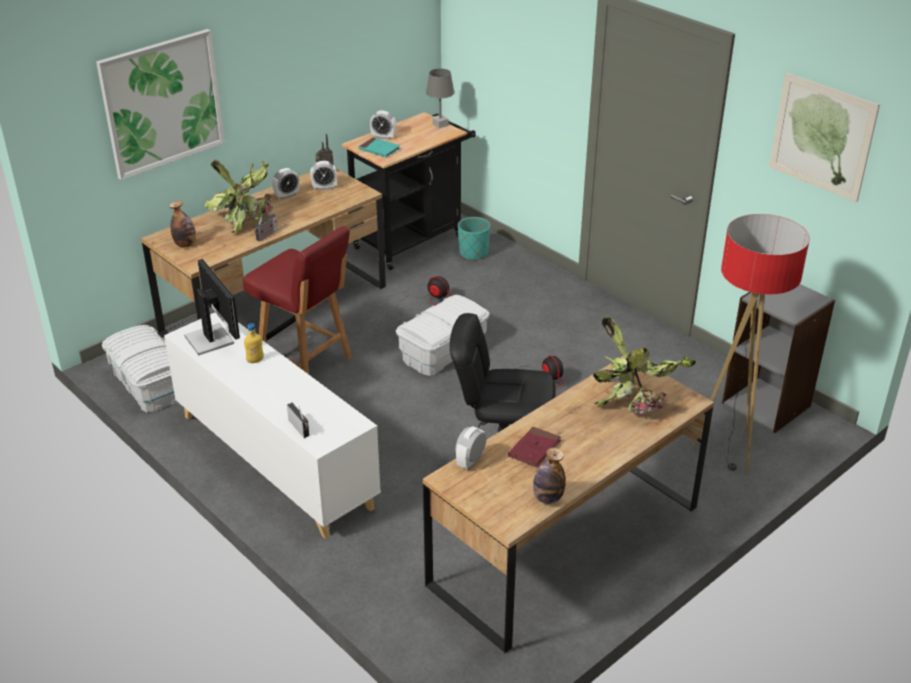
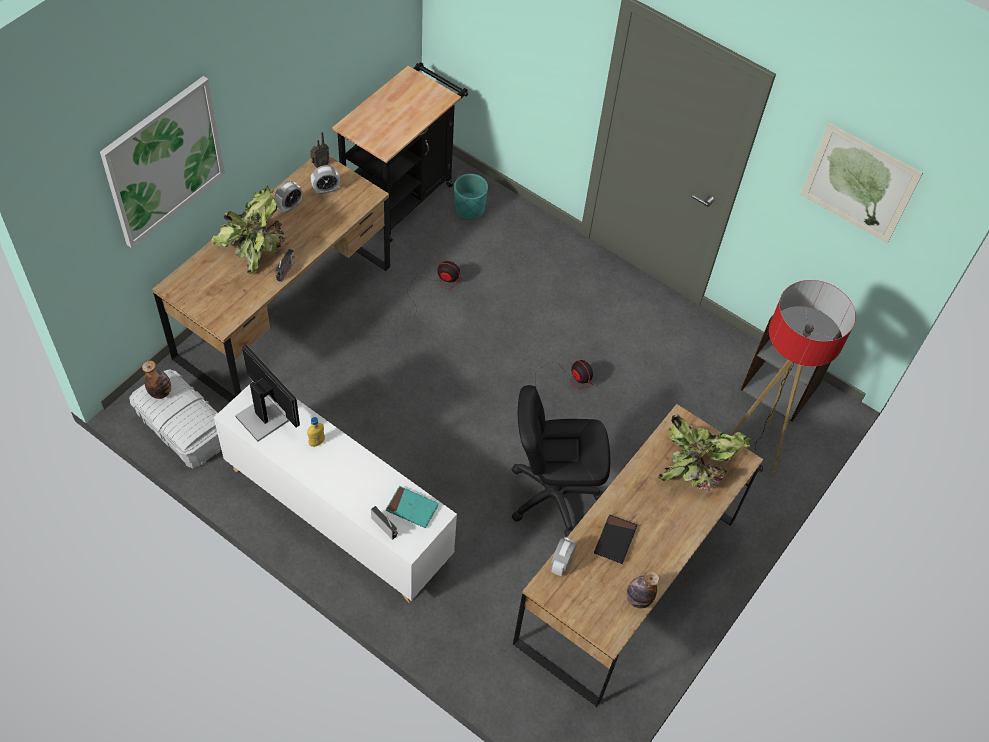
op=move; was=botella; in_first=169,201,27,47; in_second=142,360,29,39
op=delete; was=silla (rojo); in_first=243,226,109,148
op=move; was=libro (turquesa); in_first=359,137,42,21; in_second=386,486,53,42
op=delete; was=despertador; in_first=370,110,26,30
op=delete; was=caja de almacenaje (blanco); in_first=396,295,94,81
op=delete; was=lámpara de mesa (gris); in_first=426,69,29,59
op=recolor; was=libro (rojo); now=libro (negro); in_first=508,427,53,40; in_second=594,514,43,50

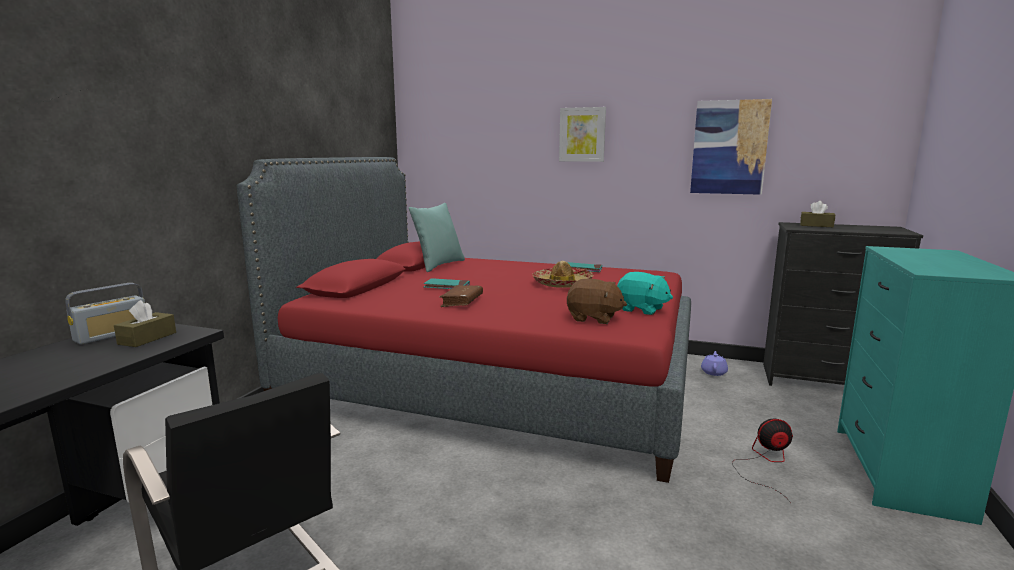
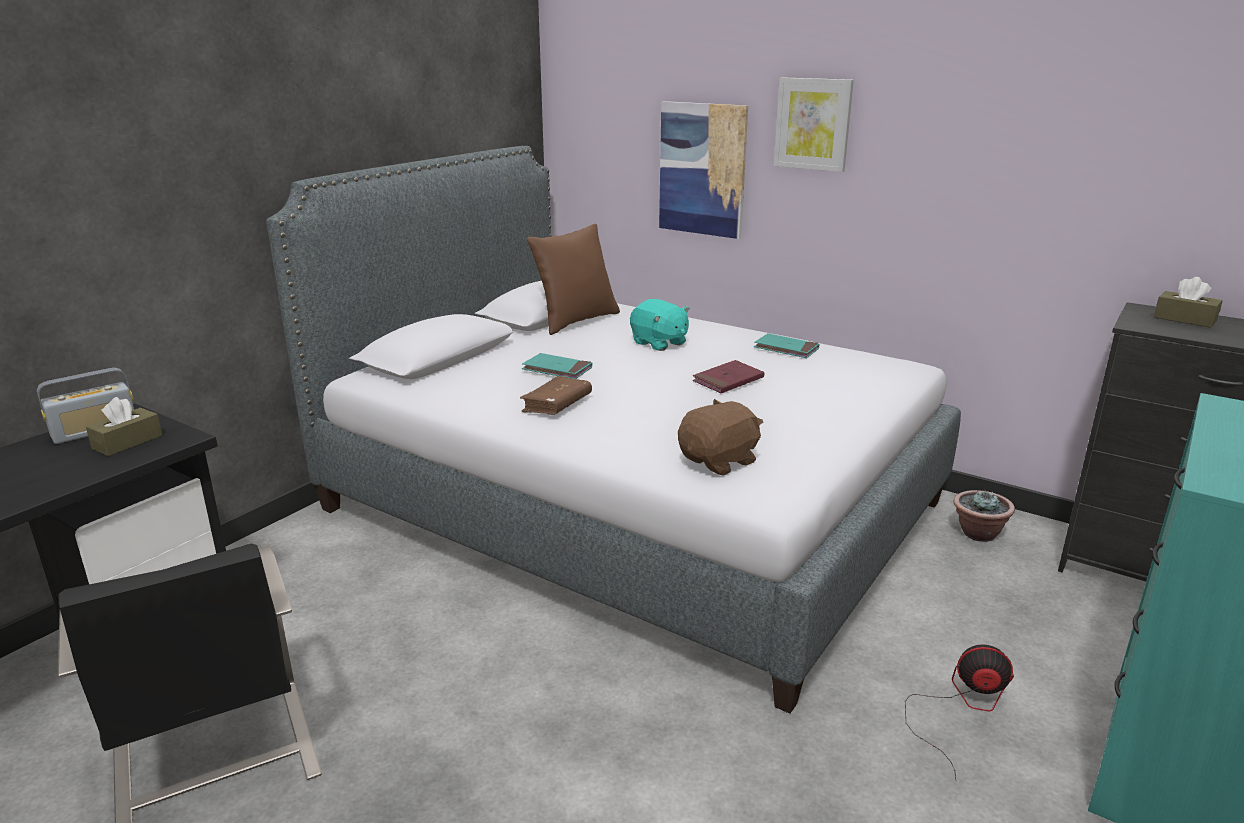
op=recolor; was=cama (rojo); now=cama (gris); in_first=237,157,454,326; in_second=266,146,695,568
op=recolor; was=cojín (turquesa); now=cojín (marrón); in_first=409,203,56,69; in_second=527,224,93,111
op=replace; was=sombrero; now=libro (rojo); in_first=532,261,62,27; in_second=692,360,72,33
op=rotate; was=peluche (marrón); in_first=567,279,60,45; in_second=678,399,86,77; clockwise=-75
op=move; was=peluche (turquesa); in_first=617,272,56,43; in_second=630,299,60,52
op=move; was=cuadro; in_first=690,99,82,96; in_second=659,101,89,138
op=replace; was=tetera (morado); now=planta en maceta; in_first=701,351,27,25; in_second=954,490,61,52

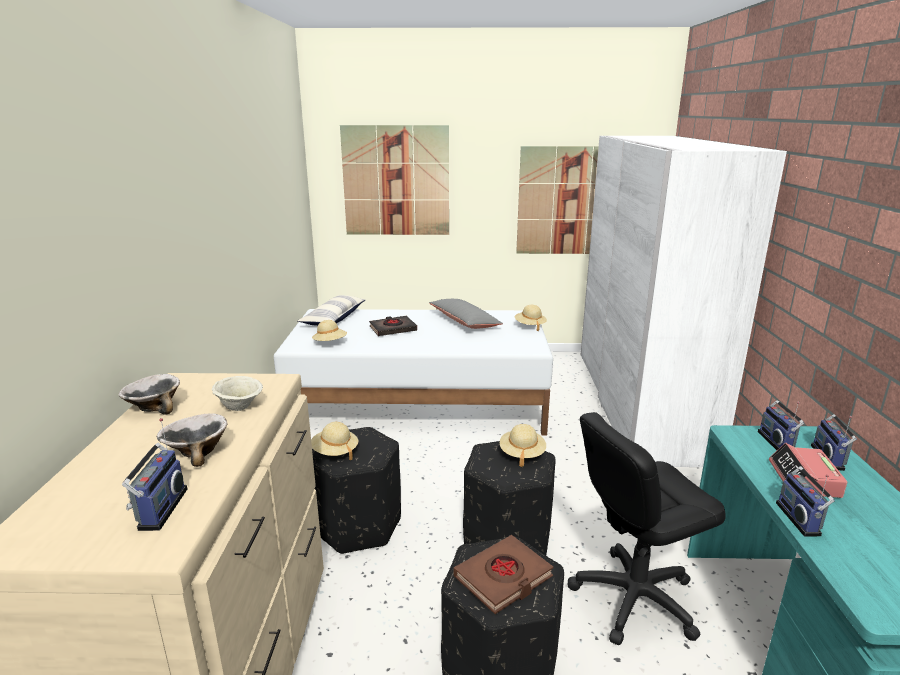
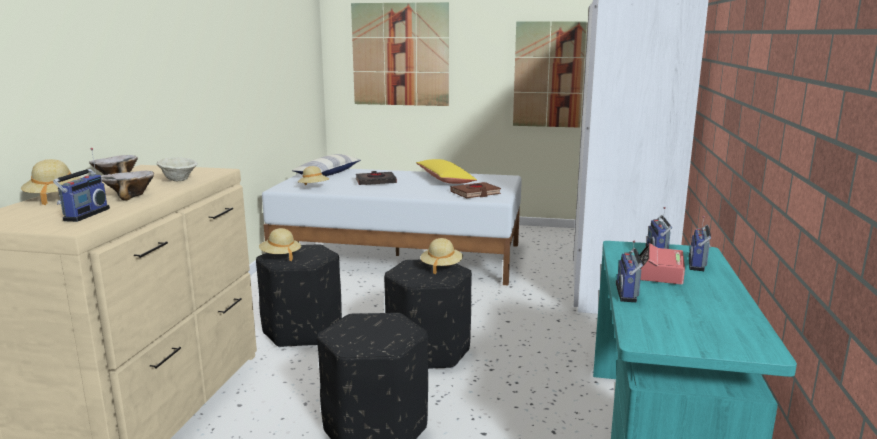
op=recolor; was=cojín (gris); now=cojín (amarillo); in_first=429,299,74,30; in_second=416,159,61,25
op=move; was=libro (marrón); in_first=454,535,100,79; in_second=451,182,50,16
op=move; was=sombrero (beis); in_first=515,305,32,26; in_second=21,159,61,46
op=delete; was=silla de oficina (negro); in_first=568,412,158,234

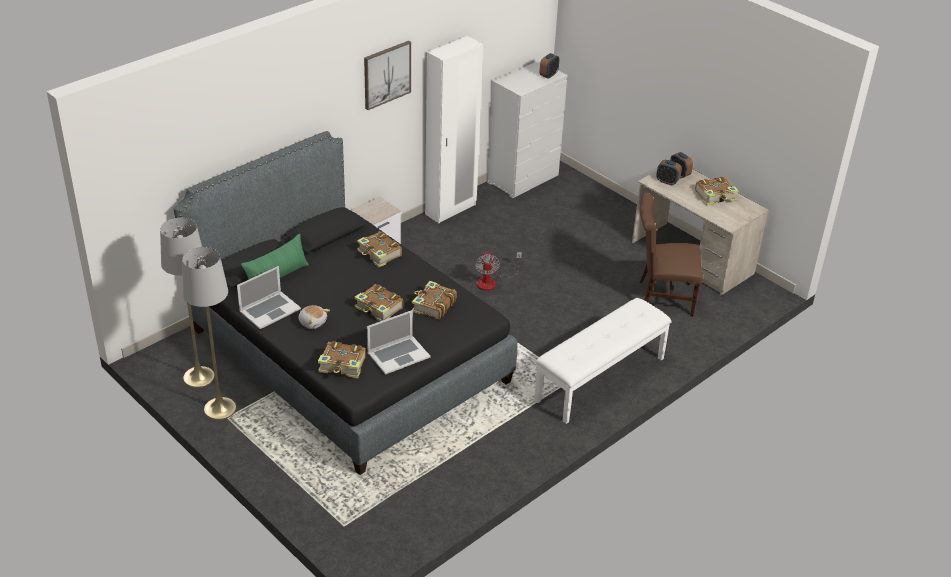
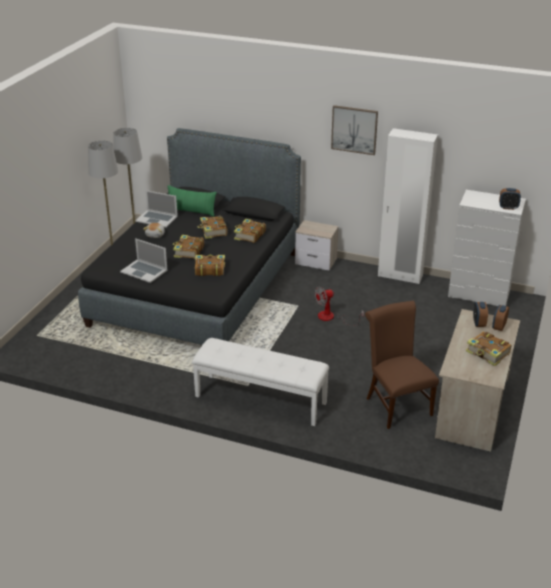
op=move; was=libro; in_first=318,341,48,38; in_second=198,216,30,23

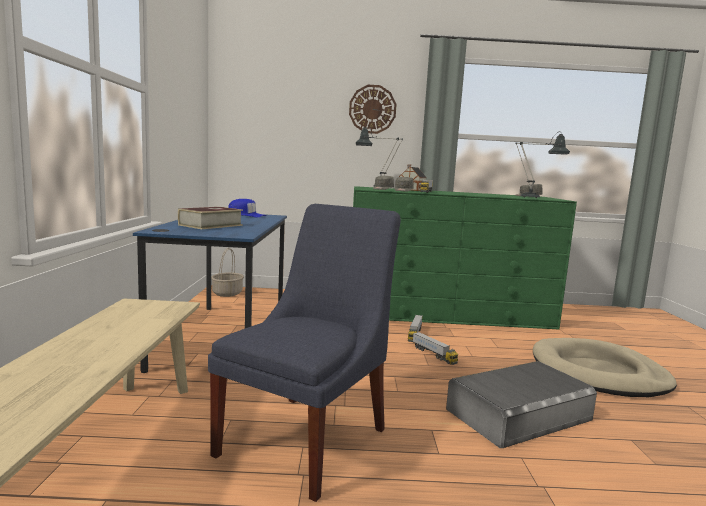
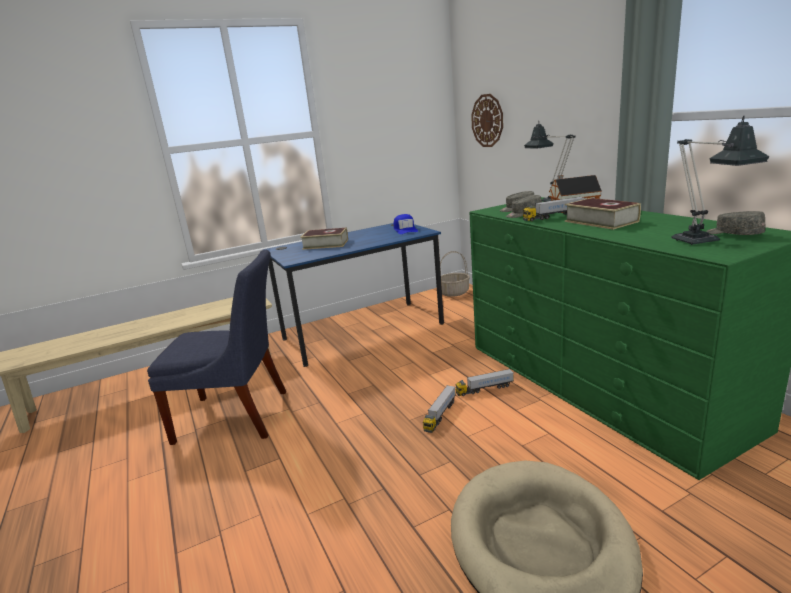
op=move; was=reloj de pared; in_first=349,85,47,49; in_second=471,94,32,53
op=delete; was=caja de almacenaje (gris); in_first=446,361,151,87
op=insert; now=libro; in_second=564,198,77,32

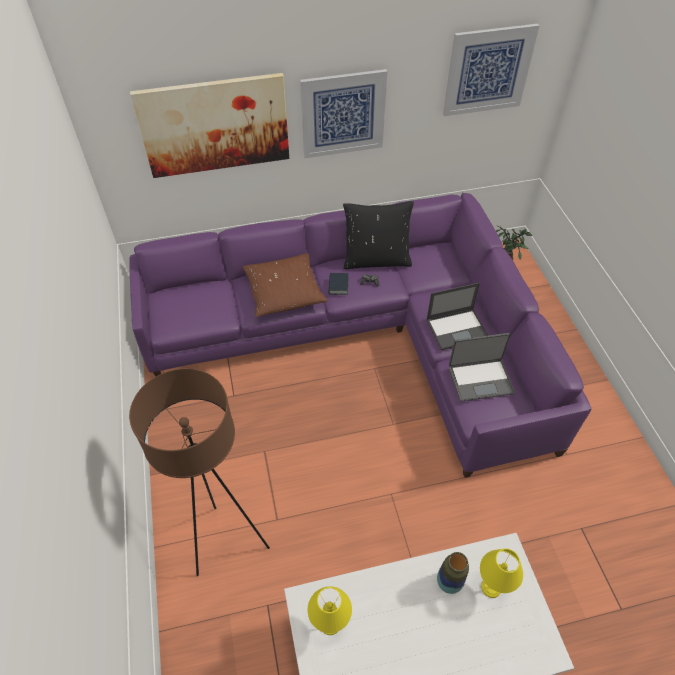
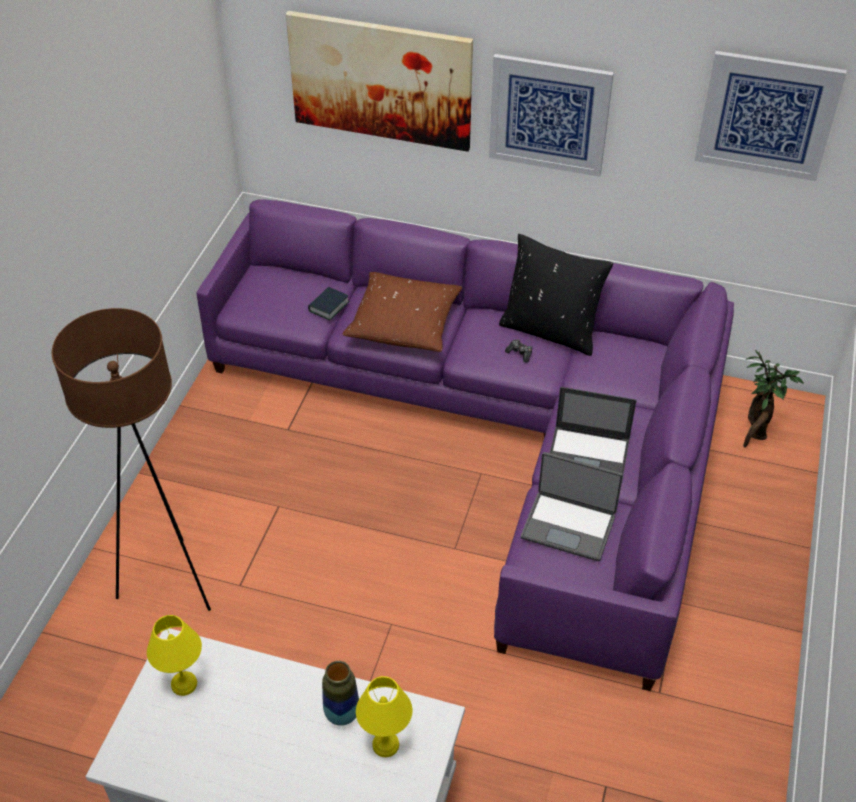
op=move; was=libro; in_first=329,273,20,22; in_second=308,287,42,33

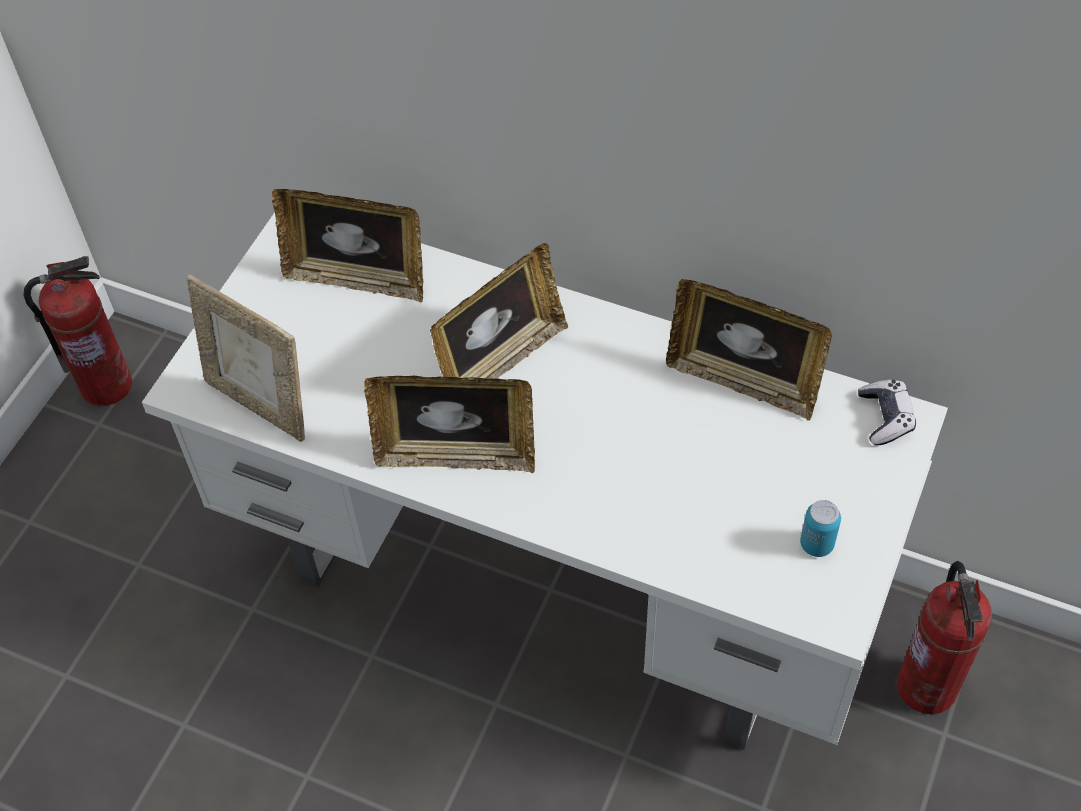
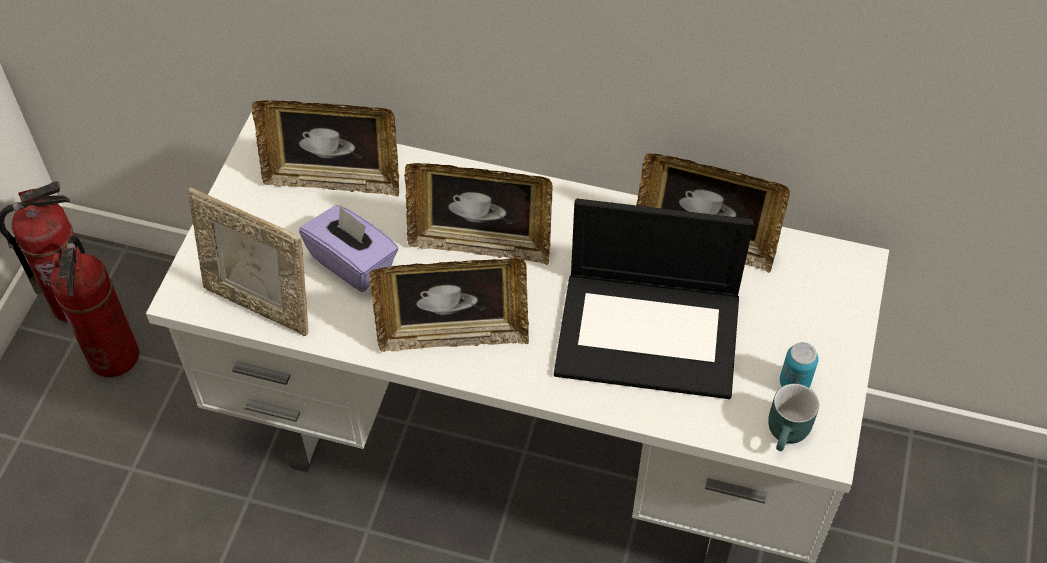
op=rotate; was=portarretratos; in_first=430,243,138,136; in_second=404,163,149,102; clockwise=60
op=delete; was=mando de consola; in_first=858,380,58,65
op=move; was=extintor; in_first=897,561,95,153; in_second=50,236,89,141
op=insert; now=caja de pañuelos (morado); in_second=299,205,100,87
op=insert; now=portátil; in_second=554,199,200,200
op=insert; now=taza grande (turquesa); in_second=768,383,51,68

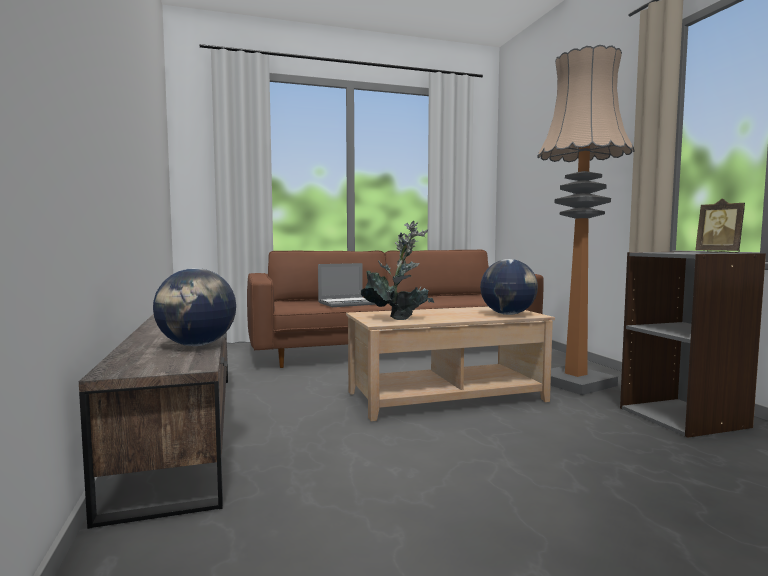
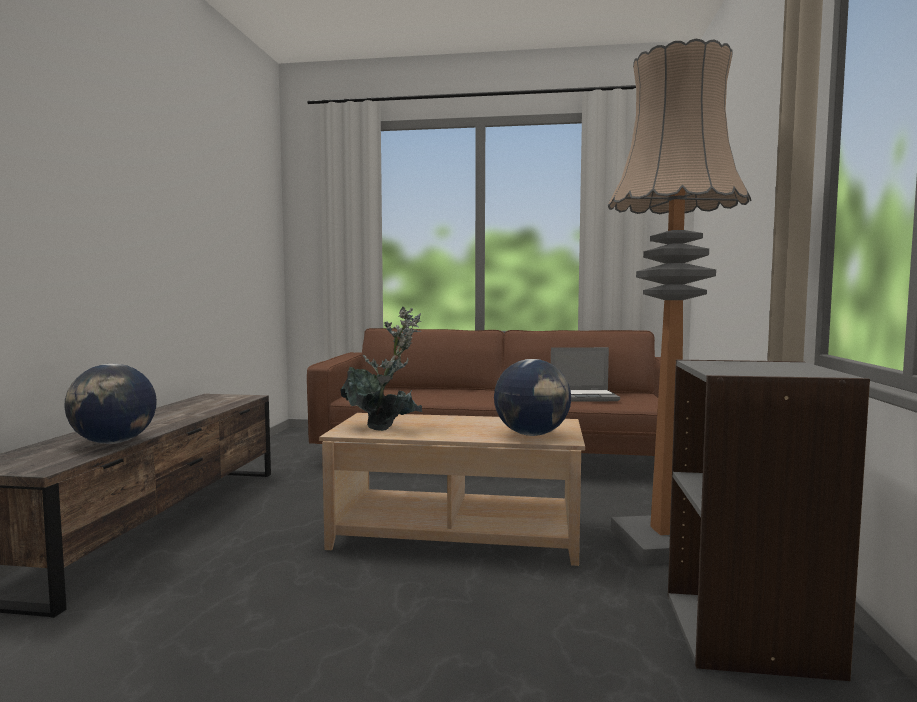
op=move; was=portátil; in_first=318,263,57,44; in_second=551,347,69,55
op=delete; was=portarretratos; in_first=695,198,50,55

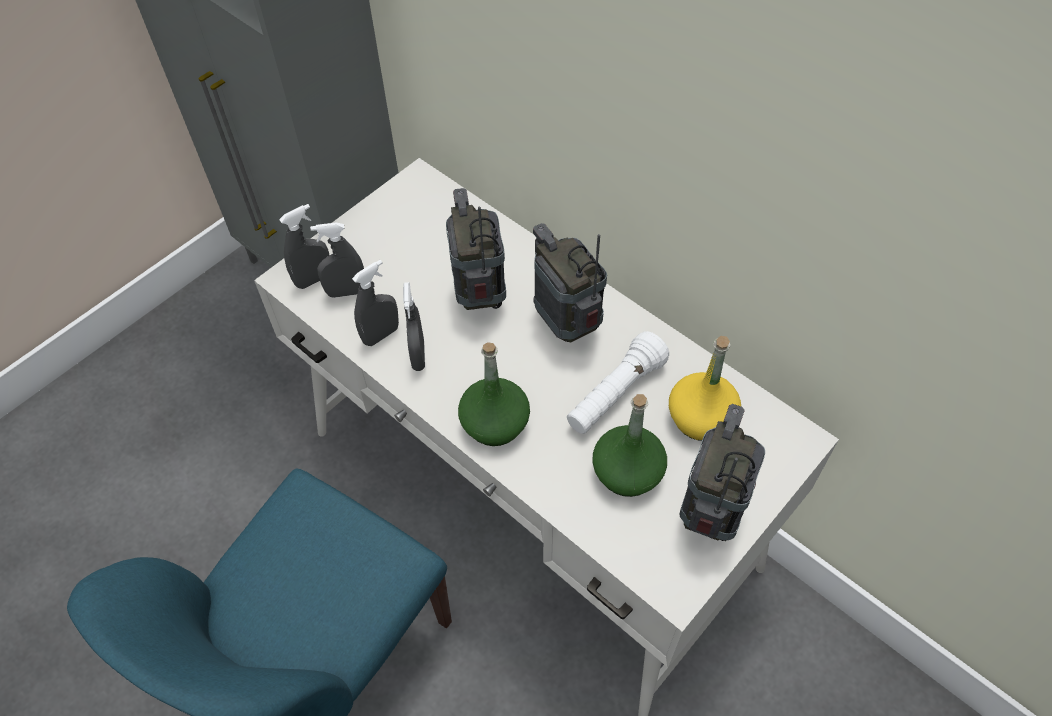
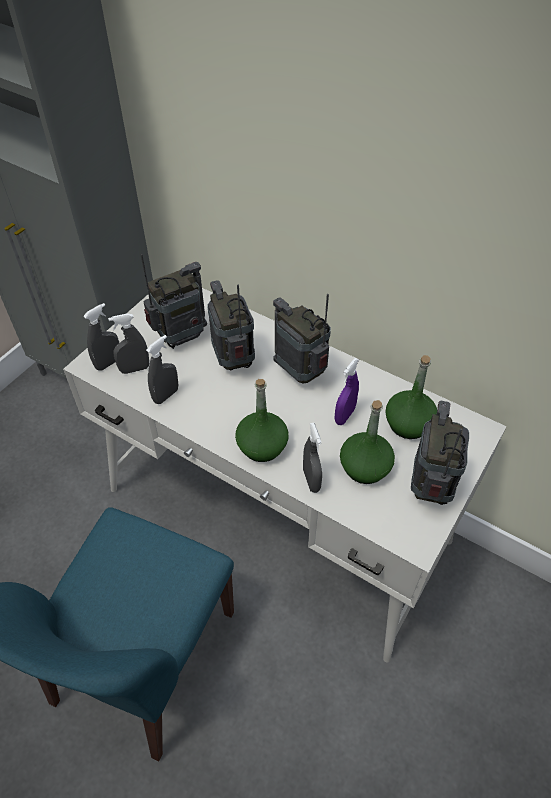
op=move; was=pulverizador (gris); in_first=403,282,22,89; in_second=303,423,19,70
op=replace; was=linterna (blanco); now=pulverizador (morado); in_first=567,331,102,103; in_second=335,358,24,67
op=recolor; was=botella (amarillo); now=botella (verde); in_first=669,336,72,105; in_second=385,355,52,84
op=insert; now=radio; in_second=141,254,66,95

